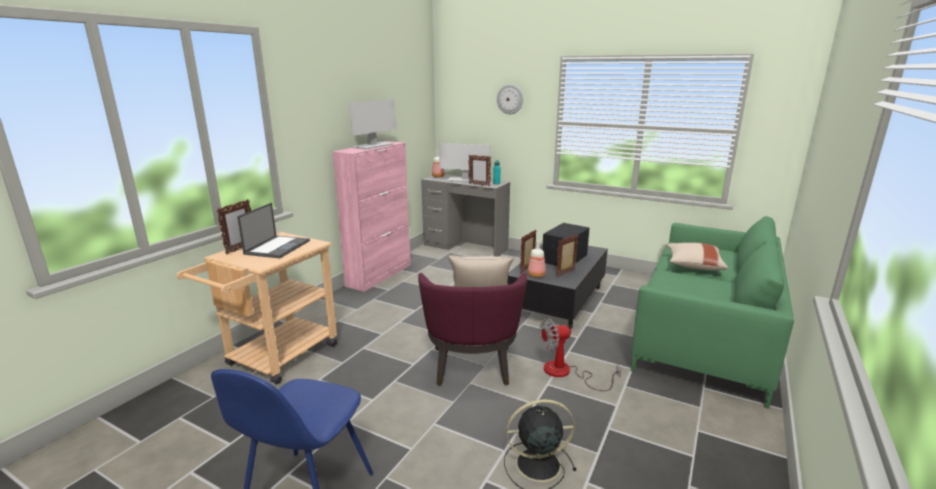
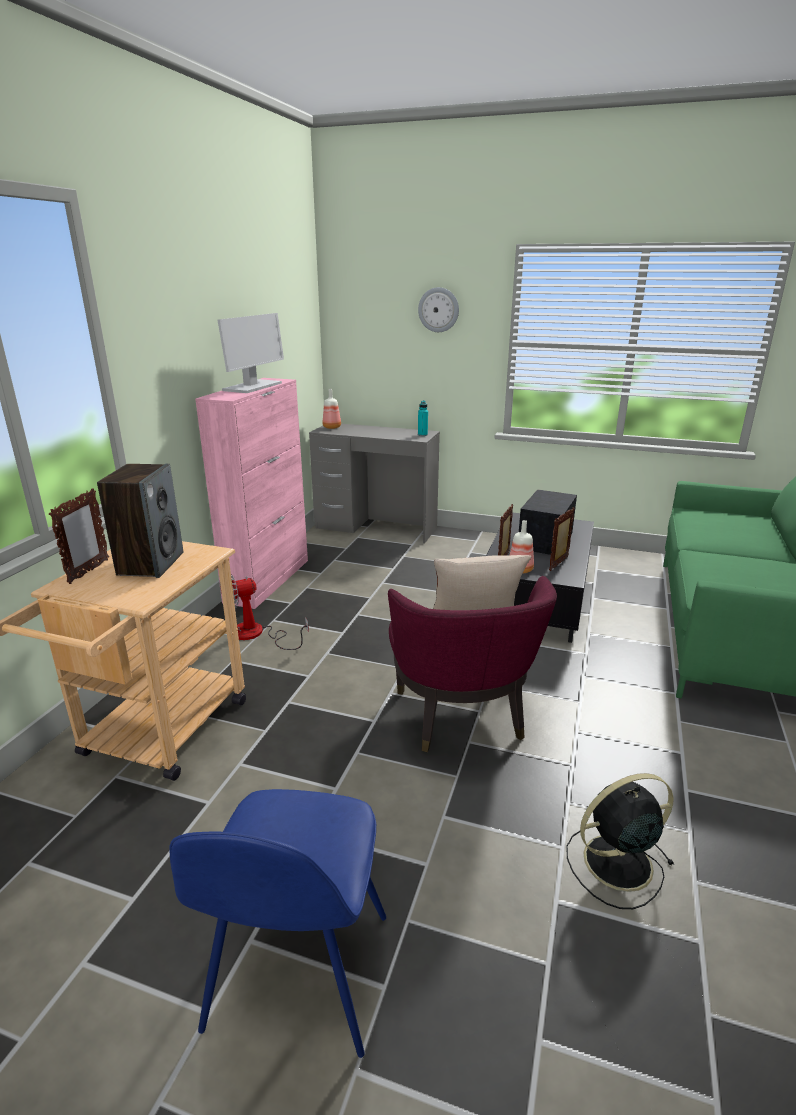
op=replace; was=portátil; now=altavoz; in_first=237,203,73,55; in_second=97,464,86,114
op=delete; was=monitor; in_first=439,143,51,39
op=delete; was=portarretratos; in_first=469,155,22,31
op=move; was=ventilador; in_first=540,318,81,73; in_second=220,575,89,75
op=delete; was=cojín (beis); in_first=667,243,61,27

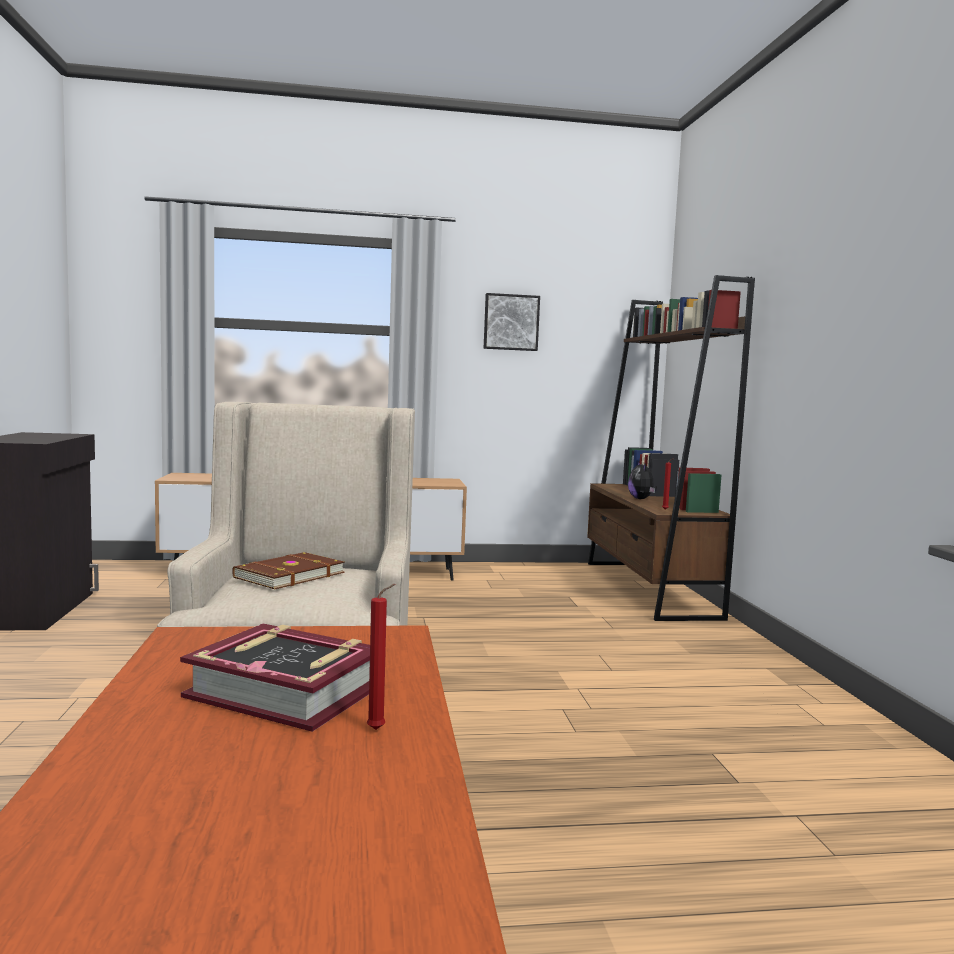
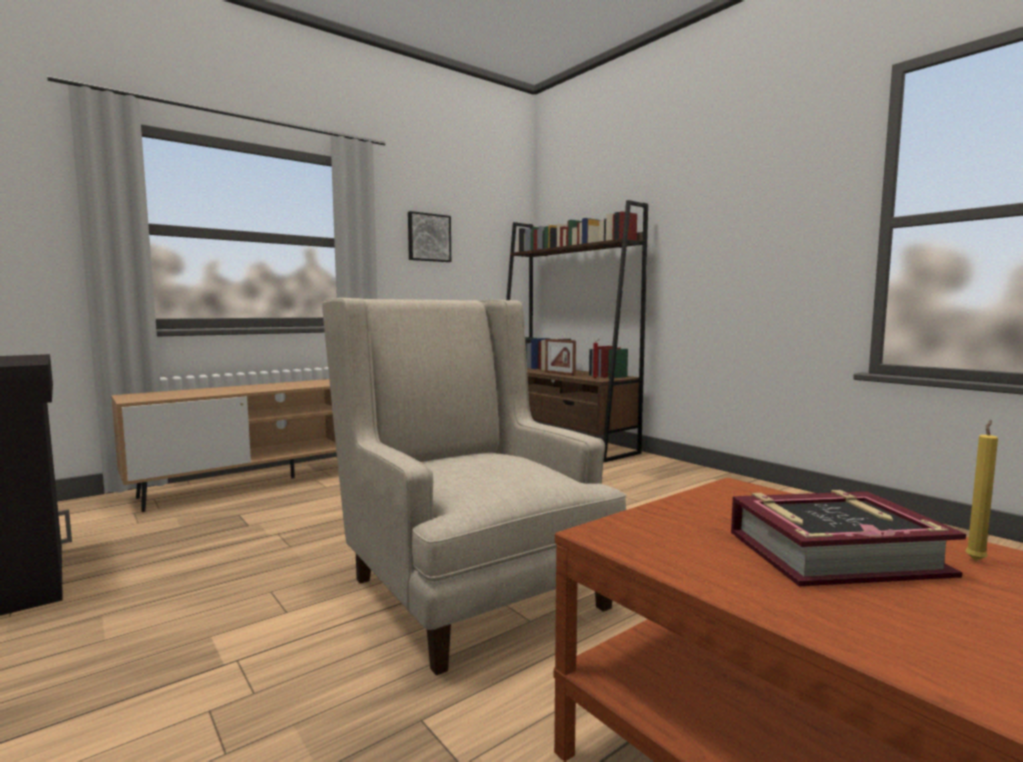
op=delete; was=libro (marrón); in_first=232,552,113,37
op=recolor; was=vela (rojo); now=vela (amarillo); in_first=367,584,28,146; in_second=965,420,33,141
op=replace; was=peluche; now=portarretratos; in_first=628,462,29,37; in_second=545,339,31,37

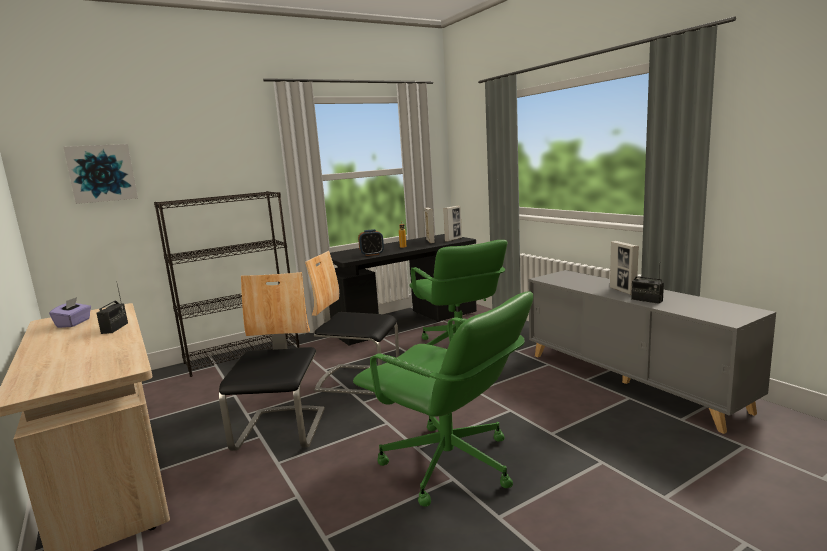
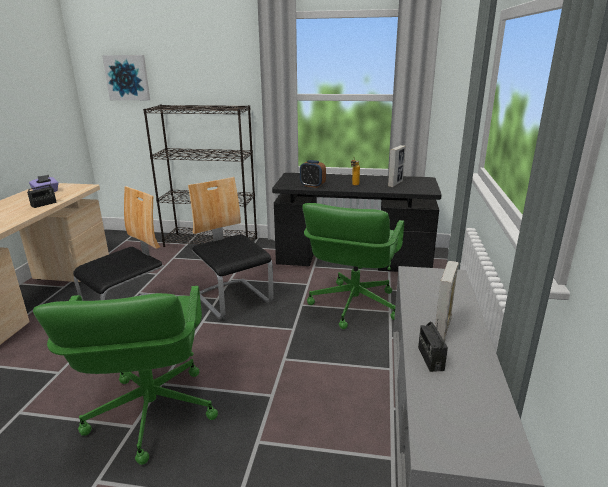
op=delete; was=portarretratos; in_first=443,206,19,36

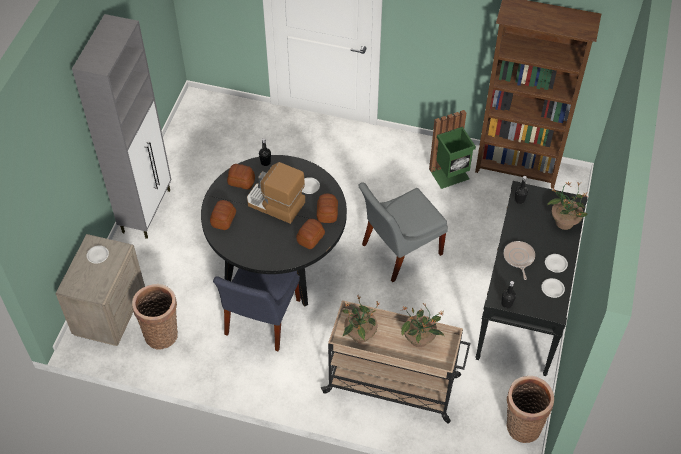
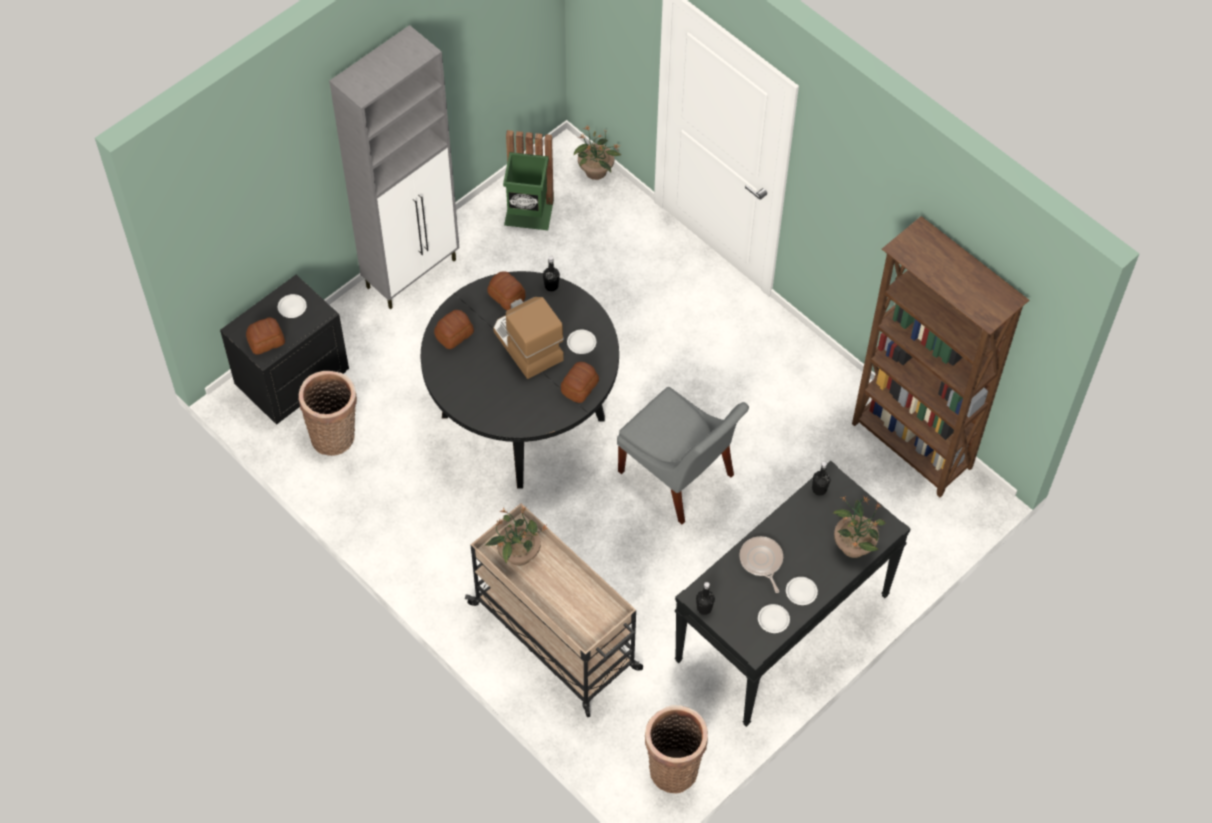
op=recolor; was=mesita de noche (beis); now=mesita de noche (negro); in_first=55,234,90,112; in_second=220,275,129,150
op=delete; was=silla (azul); in_first=213,268,88,83
op=move; was=pan; in_first=296,219,29,30; in_second=246,318,39,37
op=rotate; was=silla (gris); in_first=359,182,89,100; in_second=617,387,132,137; clockwise=-135
op=move; was=planta en maceta; in_first=400,303,44,44; in_second=574,125,47,55
op=move; was=papelera (verde); in_first=429,110,47,79; in_second=503,130,51,100
op=rotate; was=sartén; in_first=504,241,31,39; in_second=739,536,44,57; clockwise=-45

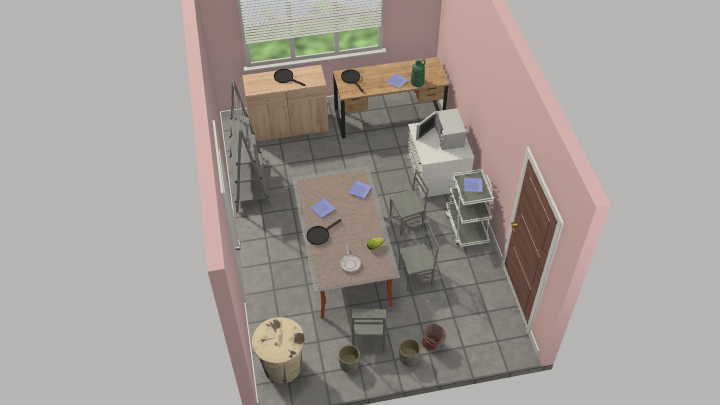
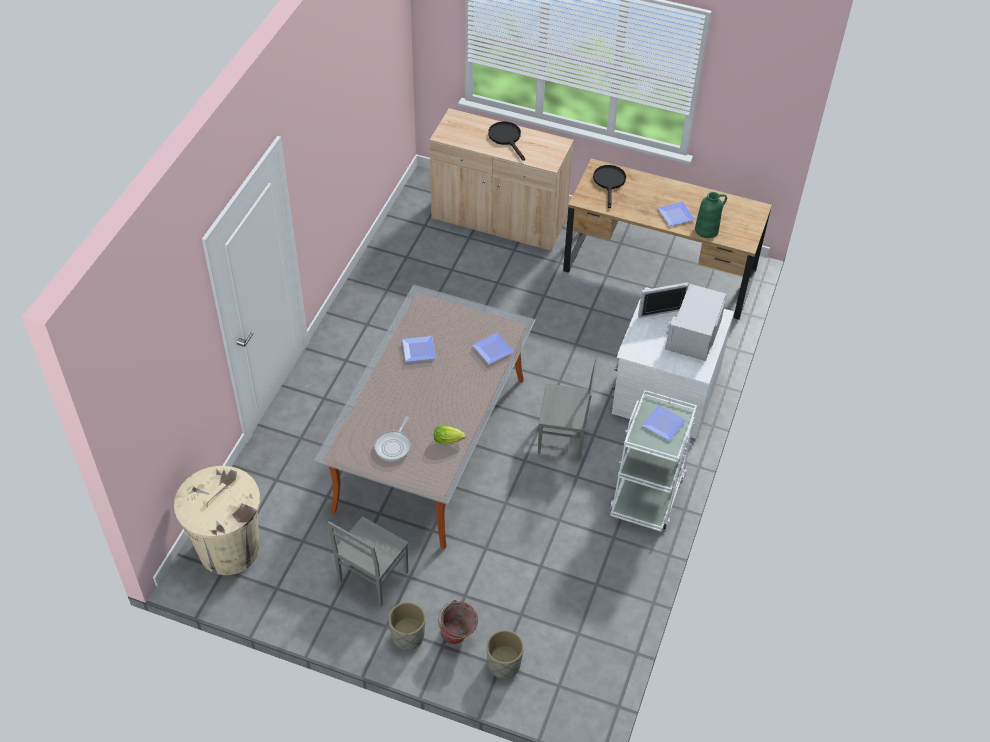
op=delete; was=estantería (gris); in_first=229,79,42,134
op=delete; was=sartén (negro); in_first=306,219,35,26
op=move; was=maceta (gris); in_first=338,345,22,28; in_second=486,630,38,49
op=delete; was=silla (gris); in_first=399,224,40,67

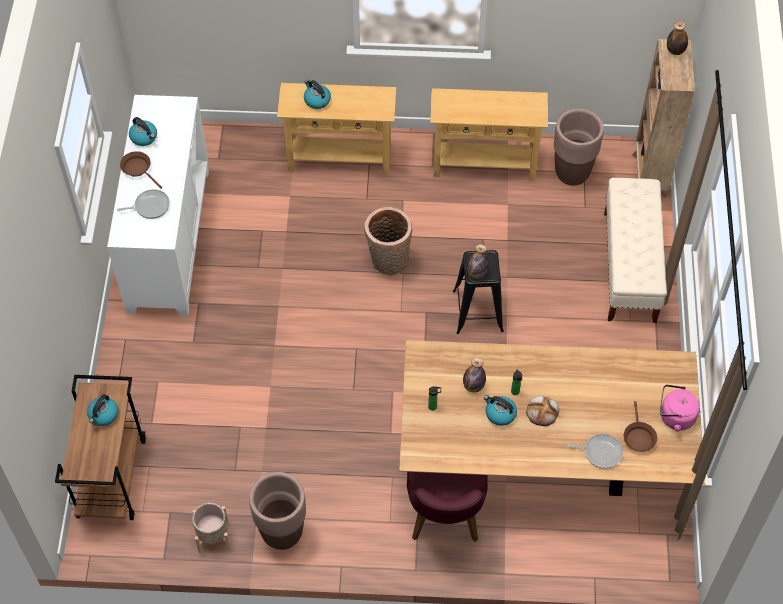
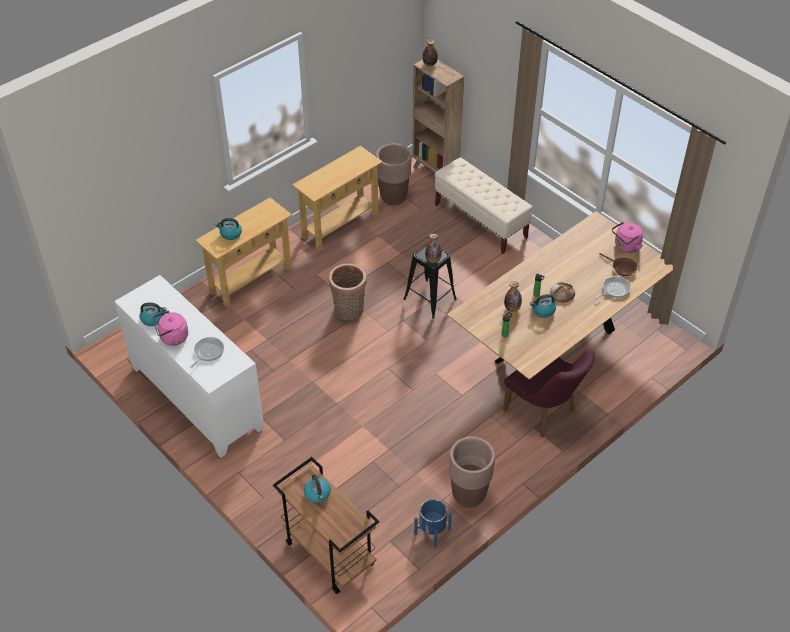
op=replace; was=sartén (marrón); now=hervidor (rosa); in_first=120,151,42,38; in_second=153,311,35,35
op=recolor; was=maceta (beis); now=maceta (azul); in_first=192,503,39,50; in_second=414,499,38,49

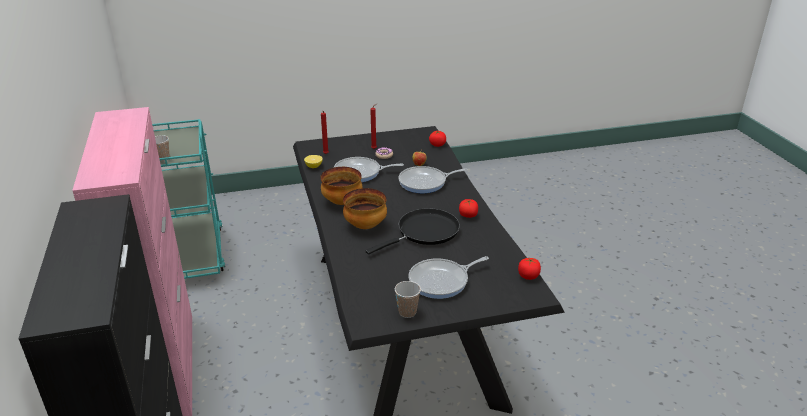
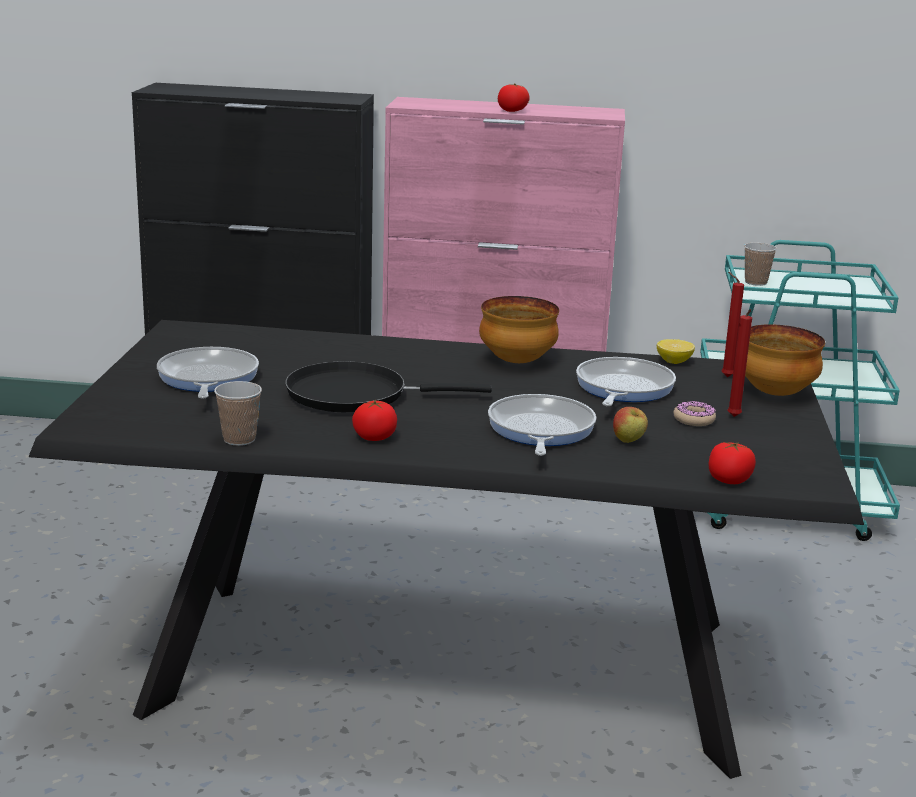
op=move; was=cuenco; in_first=343,188,44,41; in_second=745,324,80,72
op=rotate; was=sartén (negro); in_first=366,208,94,46; in_second=285,361,207,51; clockwise=105
op=move; was=taza; in_first=395,281,26,37; in_second=214,381,48,65
op=move; was=tomate; in_first=518,257,23,23; in_second=498,84,32,28

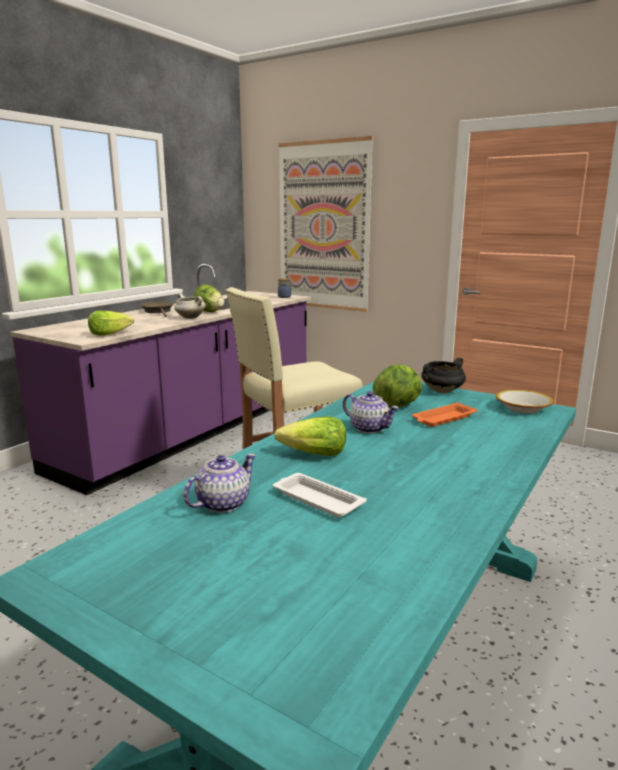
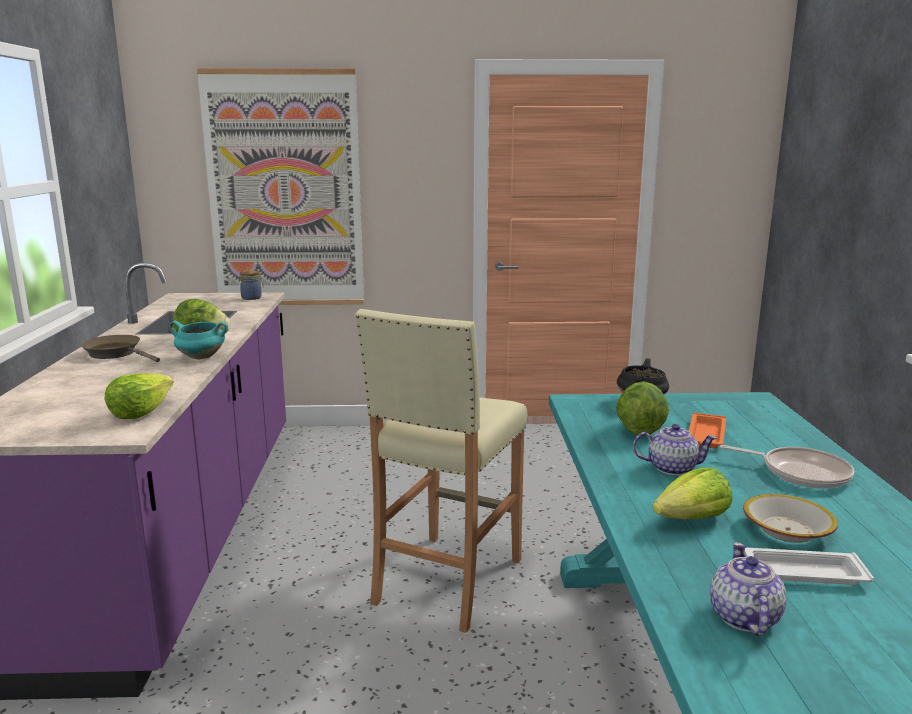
op=recolor; was=olla (blanco); now=olla (turquesa); in_first=174,294,32,25; in_second=169,321,59,38
op=move; was=cuenco; in_first=496,390,58,24; in_second=743,494,95,49
op=insert; now=sartén; in_second=720,445,134,44

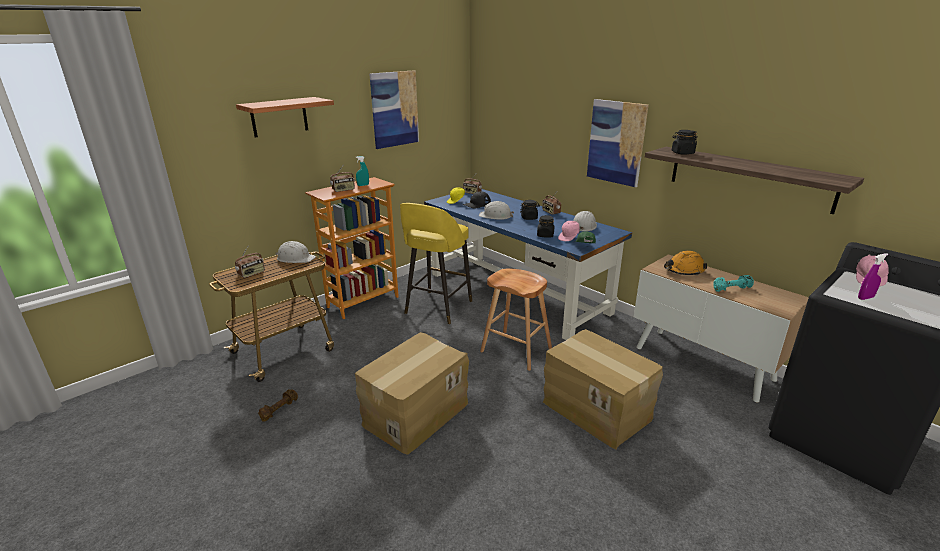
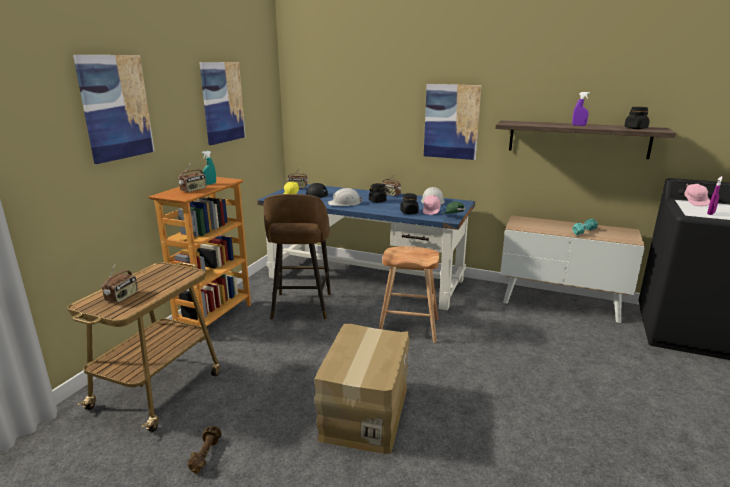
op=replace; was=estante; now=cuadro; in_first=236,97,98,41; in_second=73,55,82,109
op=delete; was=casco (blanco); in_first=276,241,40,22
op=recolor; was=taburete (amarillo); now=taburete (marrón); in_first=400,203,72,121; in_second=264,194,67,126
op=delete; was=caja de cartón; in_first=543,329,120,121
op=delete; was=casco (naranja); in_first=664,251,43,25
op=move; was=tarro (negro); in_first=672,130,26,25; in_second=624,107,26,22
op=insert; now=pulverizador (morado); in_second=572,92,18,34

